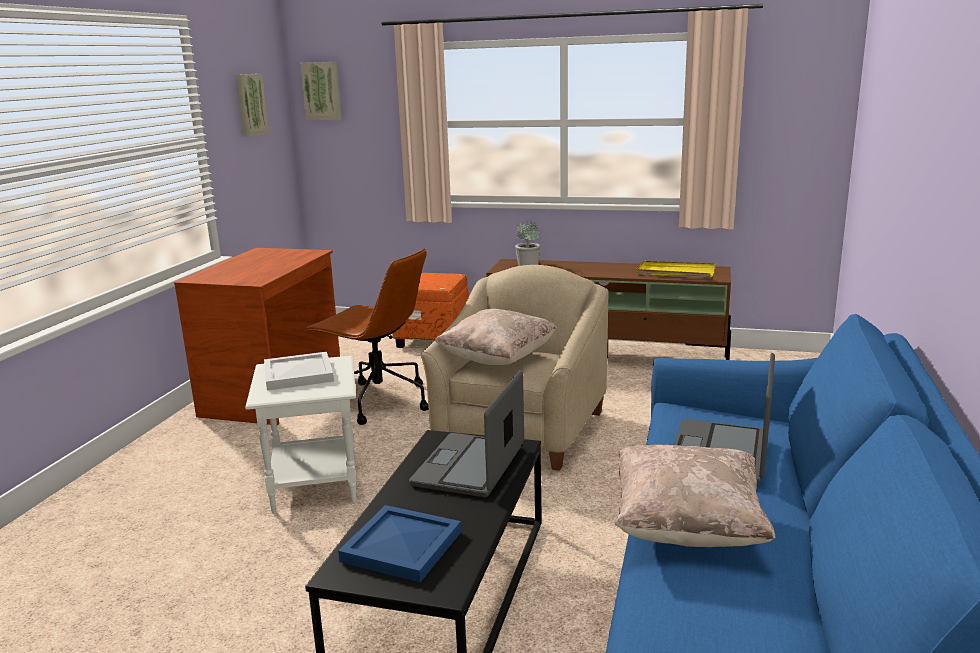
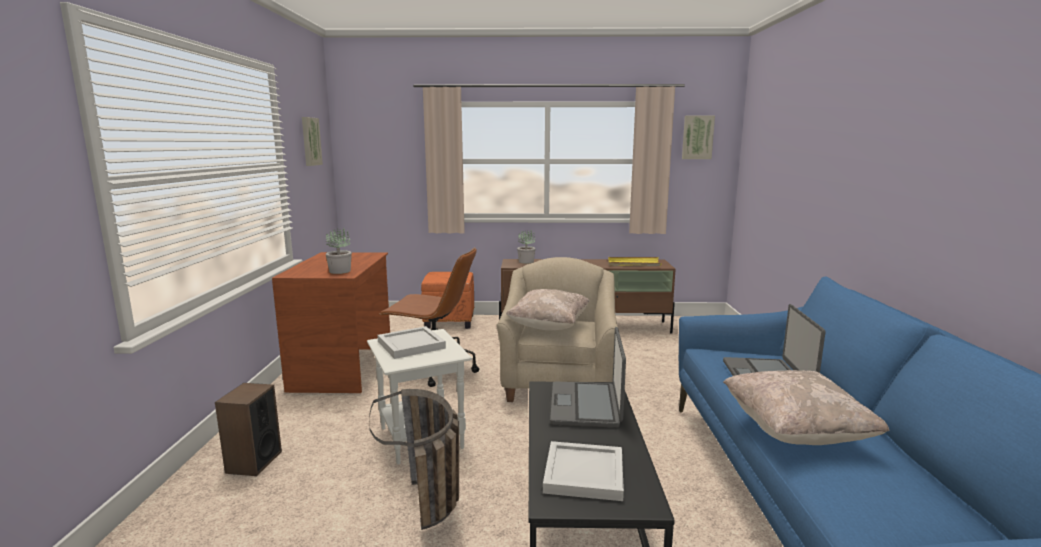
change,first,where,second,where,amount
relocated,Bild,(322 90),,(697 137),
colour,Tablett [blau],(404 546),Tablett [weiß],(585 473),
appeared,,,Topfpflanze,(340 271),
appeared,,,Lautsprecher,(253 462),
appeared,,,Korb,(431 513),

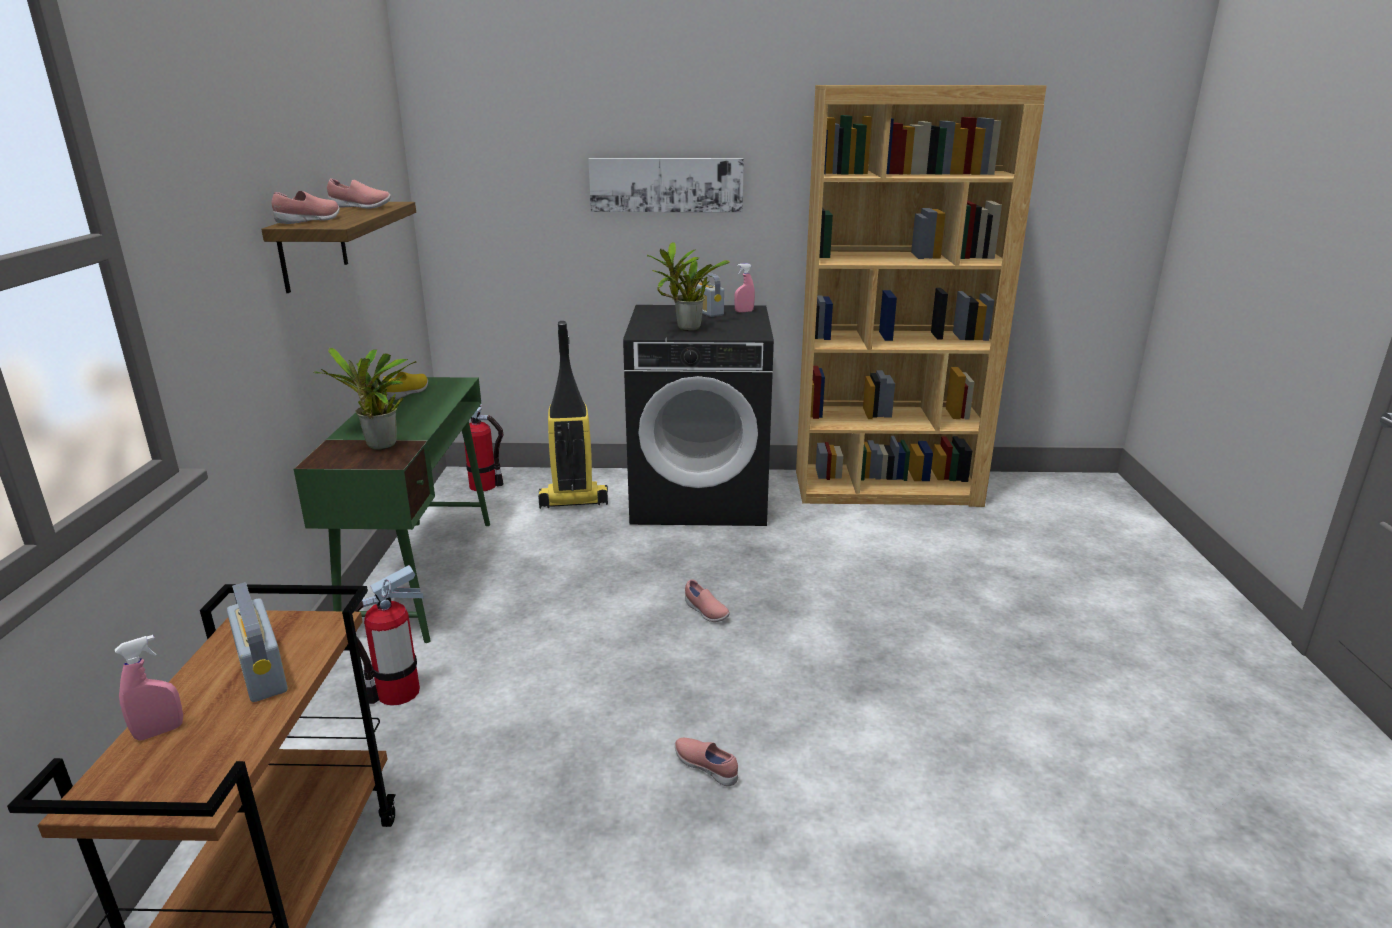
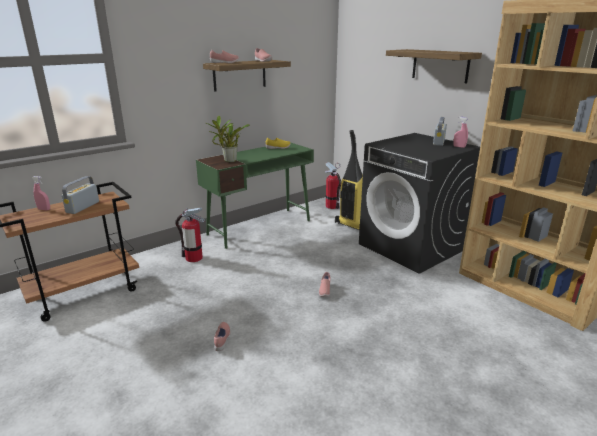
change,first,where,second,where,amount
exchanged,Bild,(666 184),Wandregal,(440 65),
missing,Topfpflanze,(686 329),,,

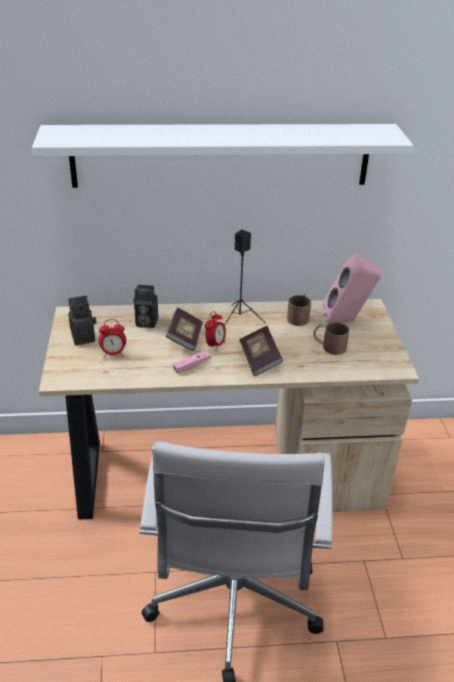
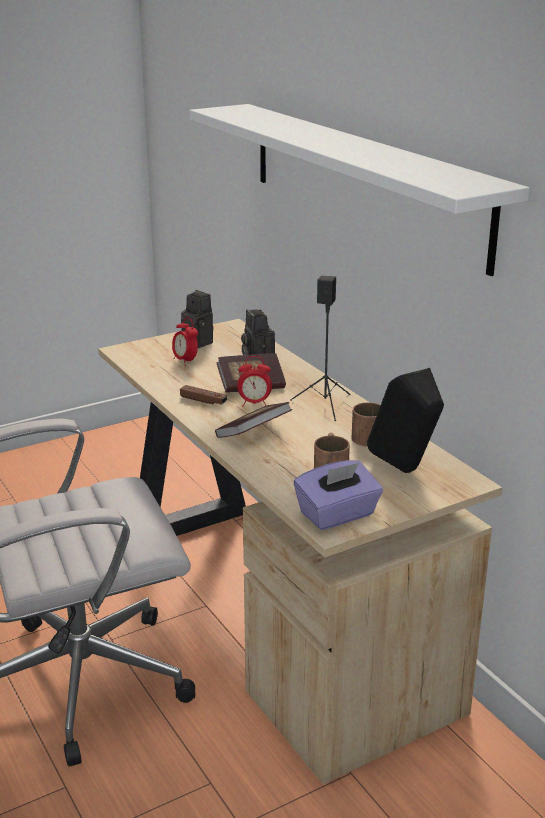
change,first,where,second,where,amount
colour,Lautsprecher [rosa],(347 321),Lautsprecher [schwarz],(406 471),
colour,Gamepad [rosa],(191 365),Gamepad [braun],(203 401),
appeared,,,Taschentuchbox [lila],(337 515),

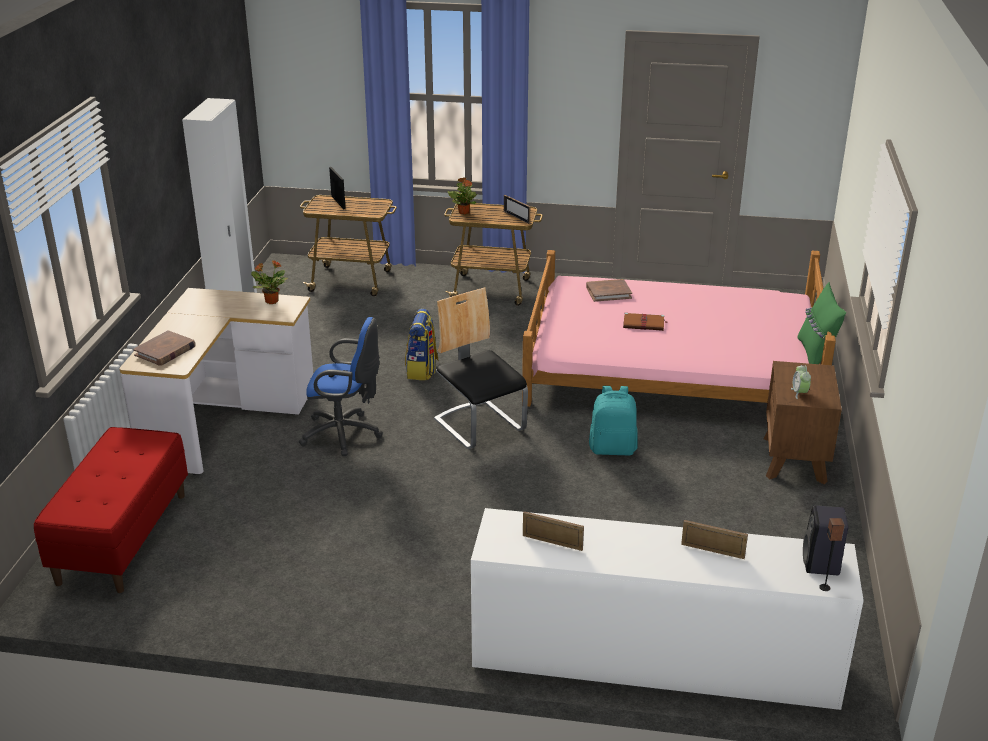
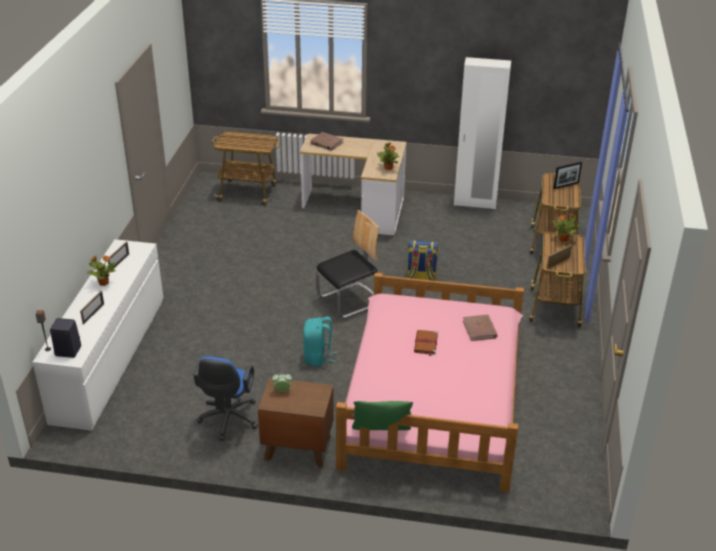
change,first,where,second,where,amount
relocated,Bürostuhl [blau],(345 434),,(228 421),
exchanged,Bank [rot],(122 537),Rollwagen,(248 193),
appeared,,,Topfpflanze,(103 283),

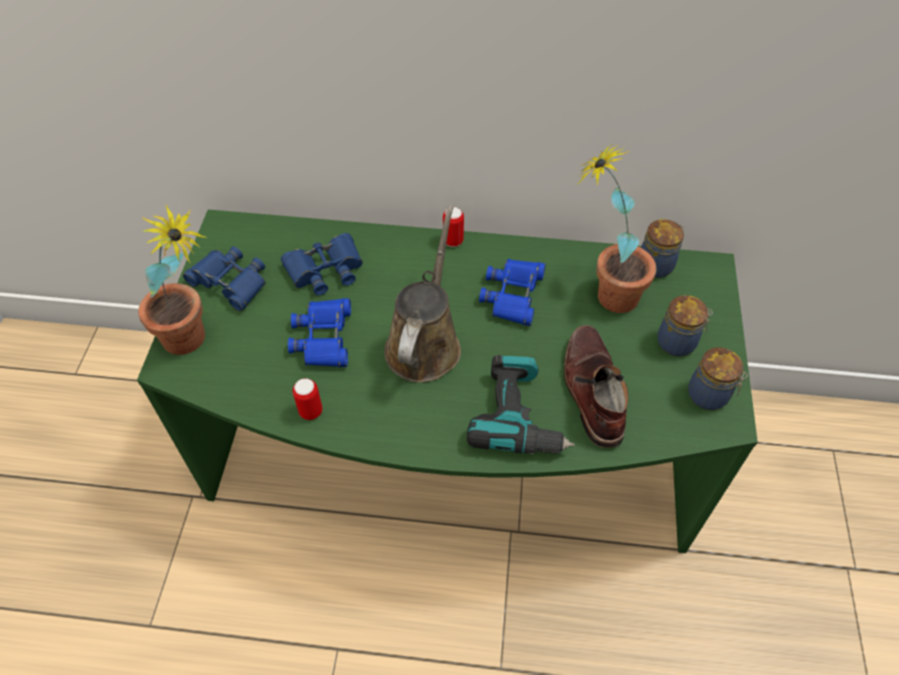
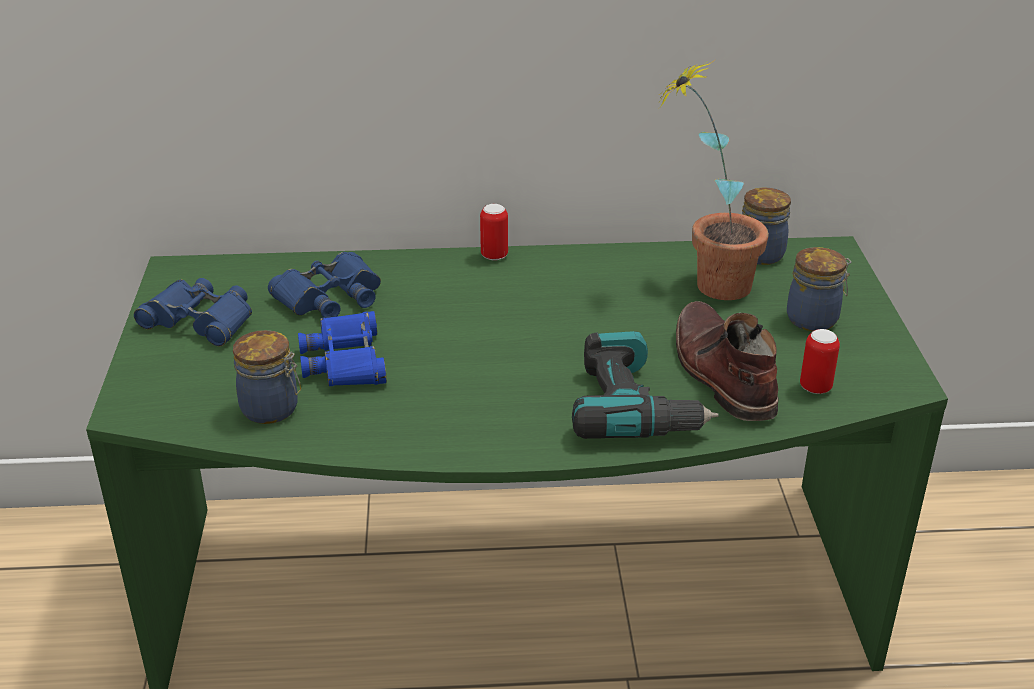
change,first,where,second,where,amount
missing,Topfpflanze,(195 342),,,
missing,Gießkanne [braun],(425 343),,,
missing,Fernglas [blau],(513 295),,,
relocated,Vorratsglas,(709 396),,(272 409),
relocated,Dose,(311 411),,(815 387),

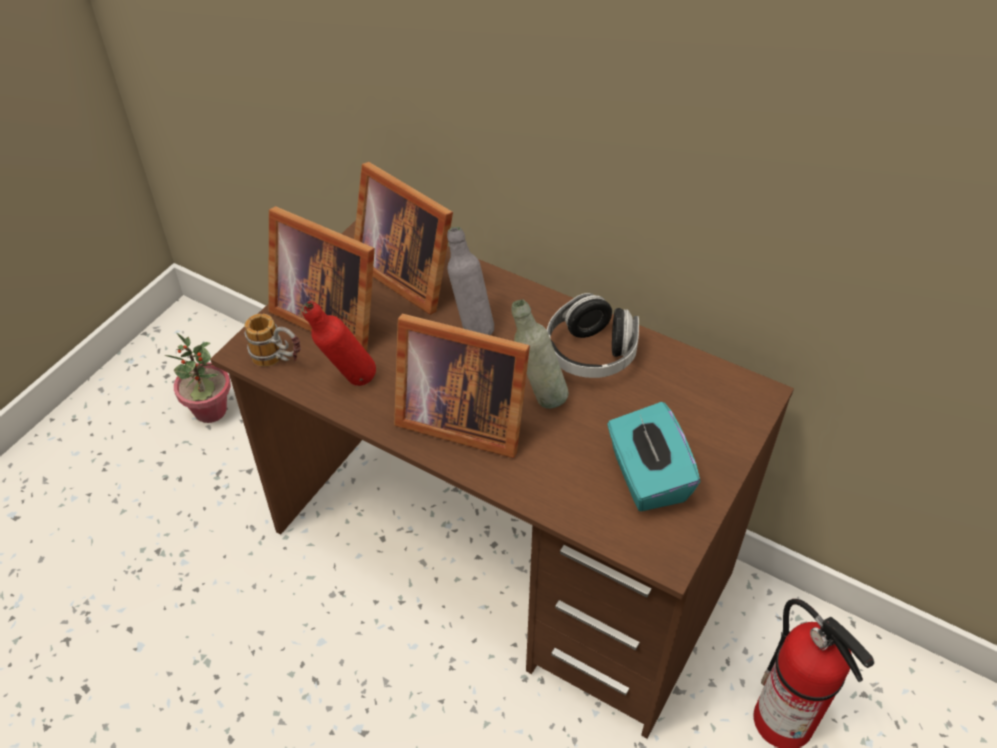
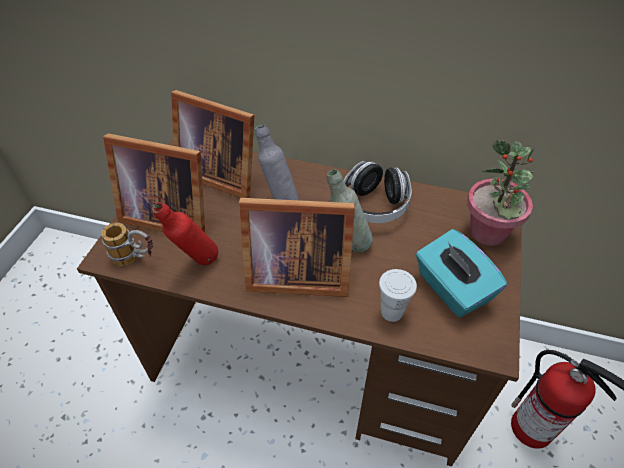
change,first,where,second,where,amount
relocated,Topfpflanze,(210 411),,(487 232),
appeared,,,Tasse [weiß],(391 312),

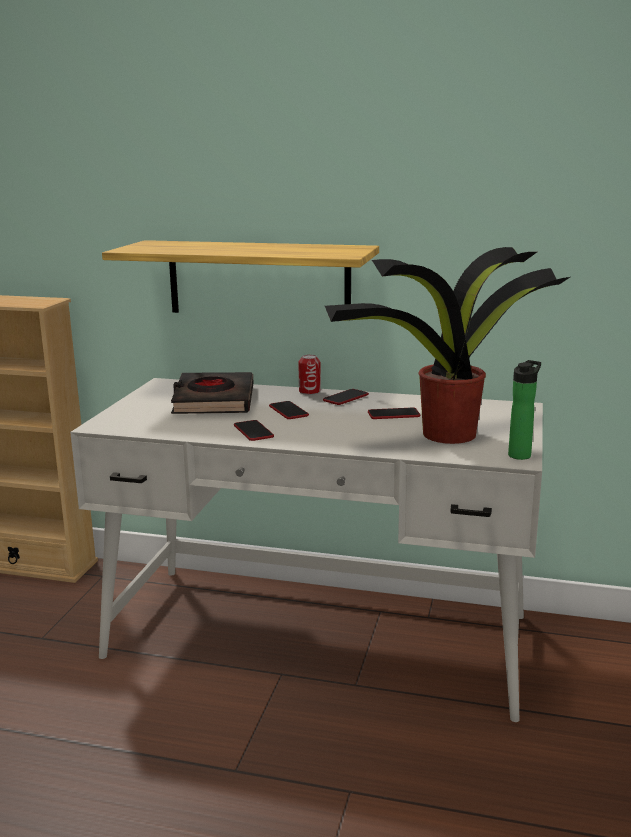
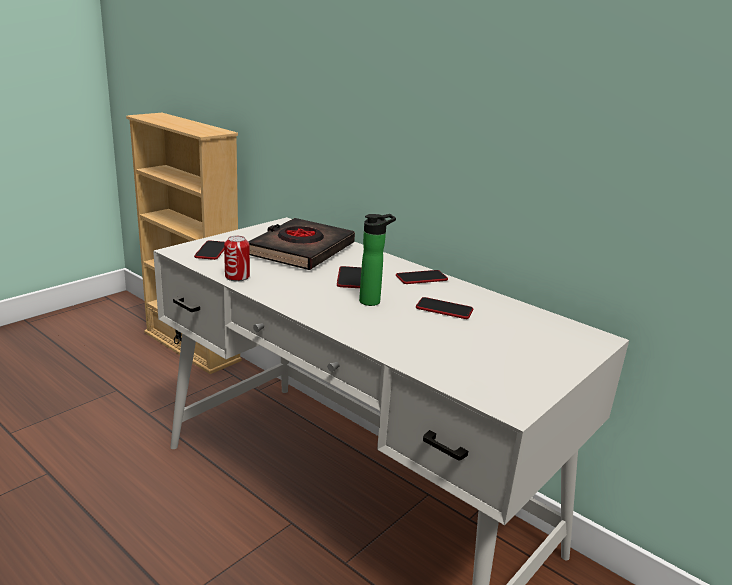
change,first,where,second,where,amount
missing,Wandregal,(258 279),,,
missing,Topfpflanze,(446 434),,,
relocated,Dose,(309 392),,(237 277),
relocated,Flasche,(521 454),,(372 301),
relocated,Handy,(253 431),,(211 251),

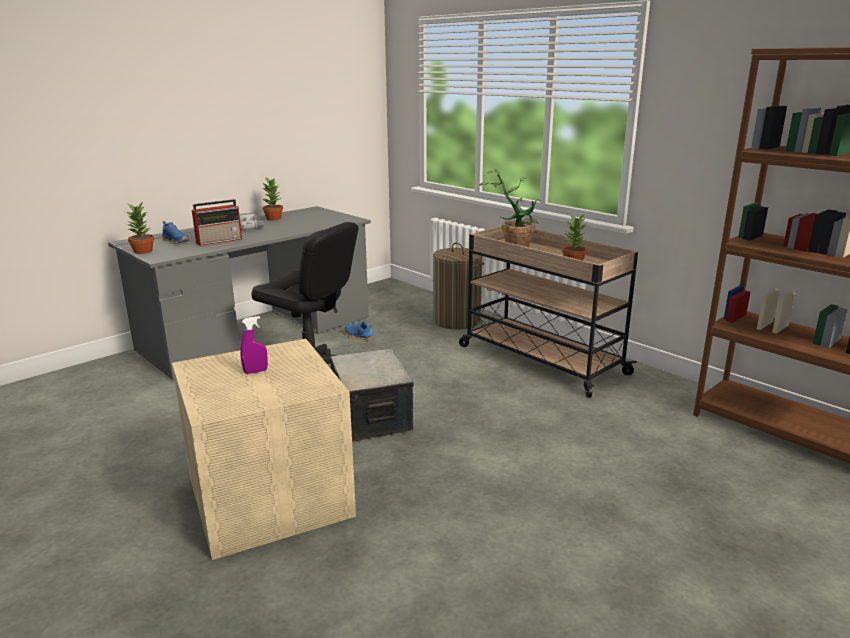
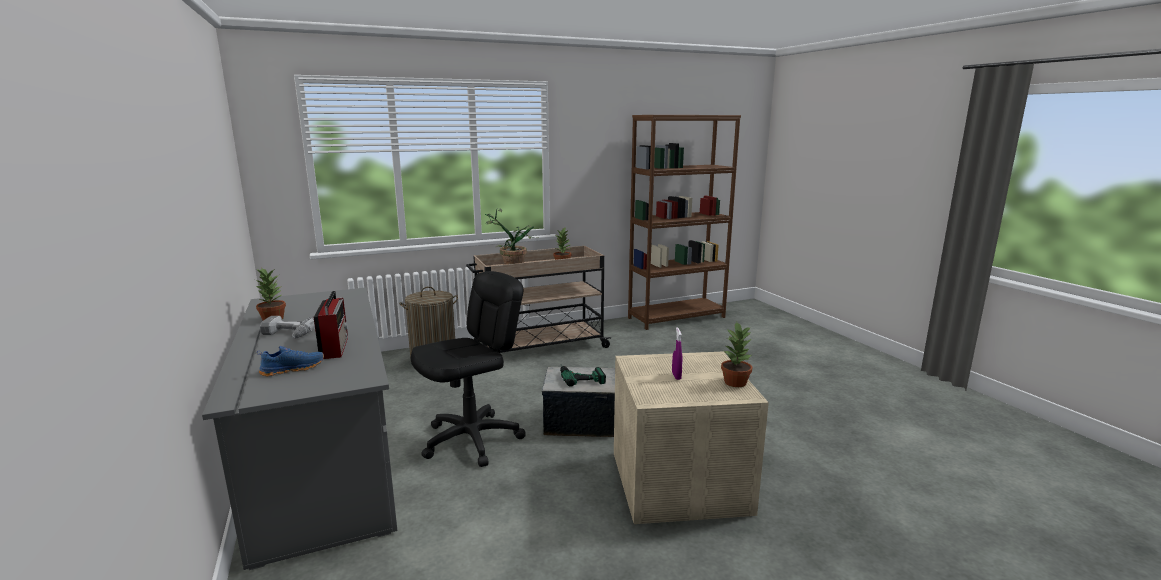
change,first,where,second,where,amount
relocated,Topfpflanze,(143 251),,(735 382),
missing,Schuh [blau],(358 336),,,
appeared,,,Bohrmaschine,(580 376),

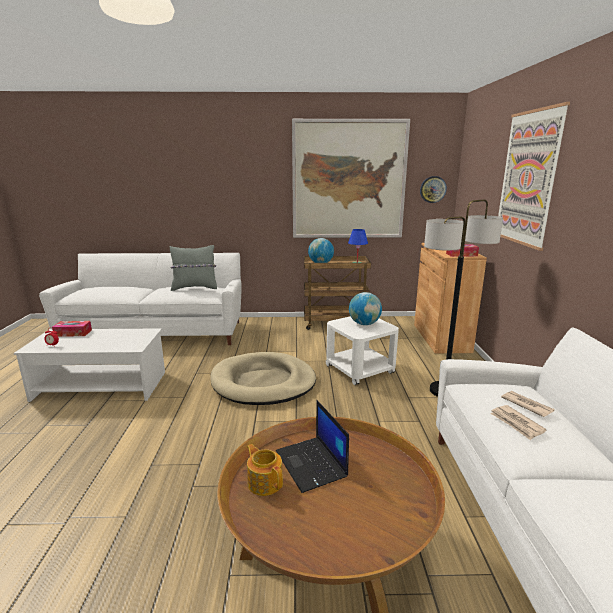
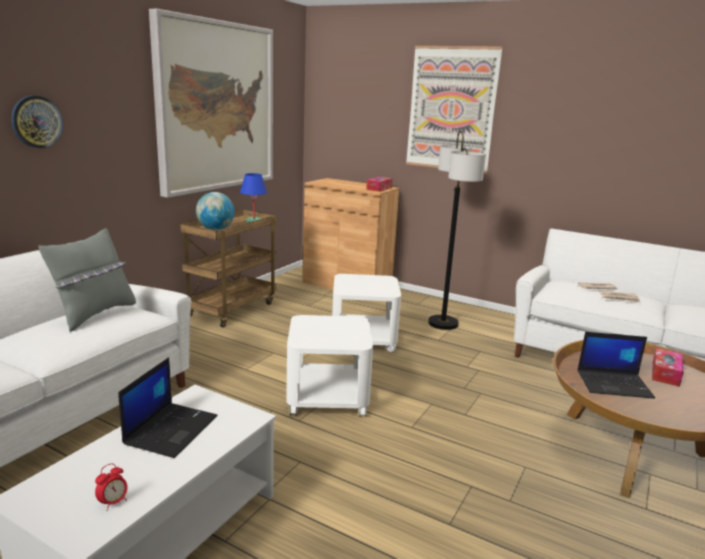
change,first,where,second,where,amount
relocated,Wanduhr,(433 189),,(36 122),
missing,Globus,(364 324),,,
relocated,Taschentuchbox,(73 333),,(665 373),
exchanged,Hundebett [beige],(263 382),Beistelltisch [weiß],(327 396),
missing,Teekanne,(265 482),,,
appeared,,,Laptop,(171 429),

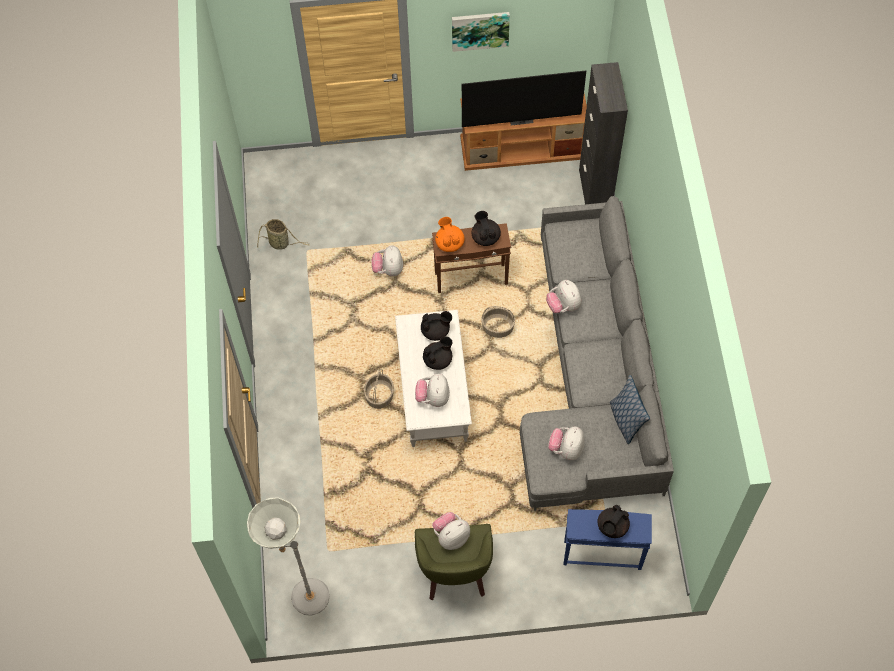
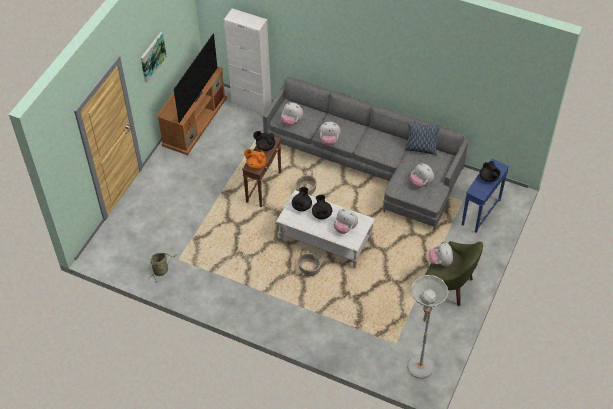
change,first,where,second,where,amount
colour,Schrank [schwarz],(595 191),Schrank [weiß],(251 104),
relocated,Plüschtier,(388 269),,(292 121),

